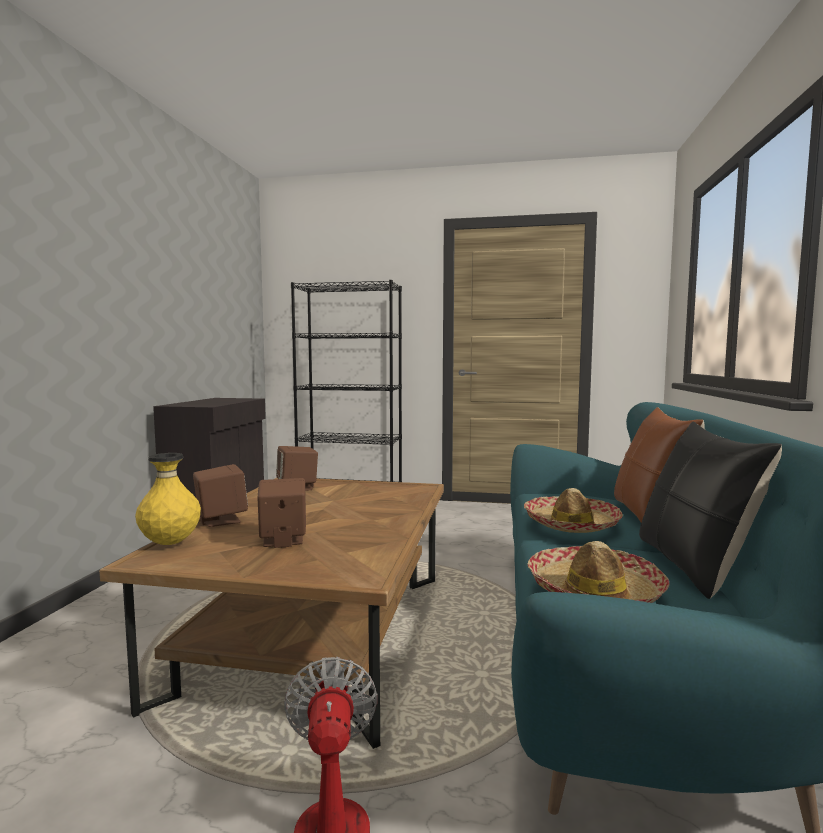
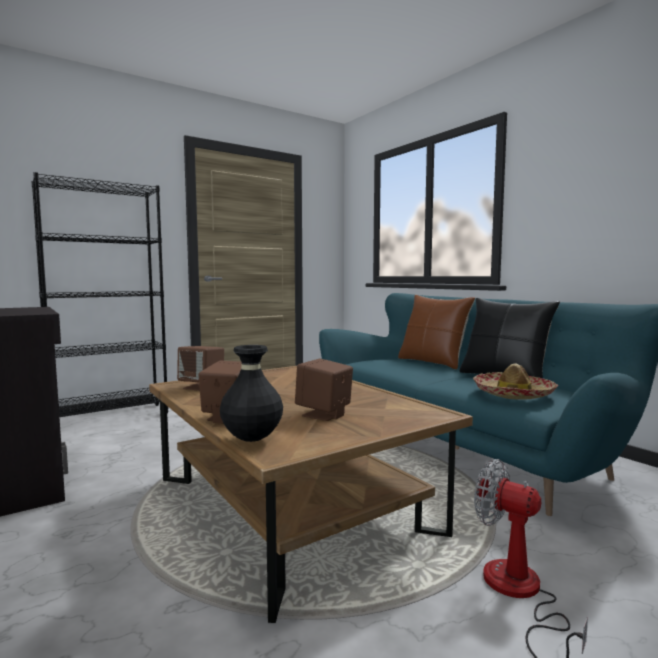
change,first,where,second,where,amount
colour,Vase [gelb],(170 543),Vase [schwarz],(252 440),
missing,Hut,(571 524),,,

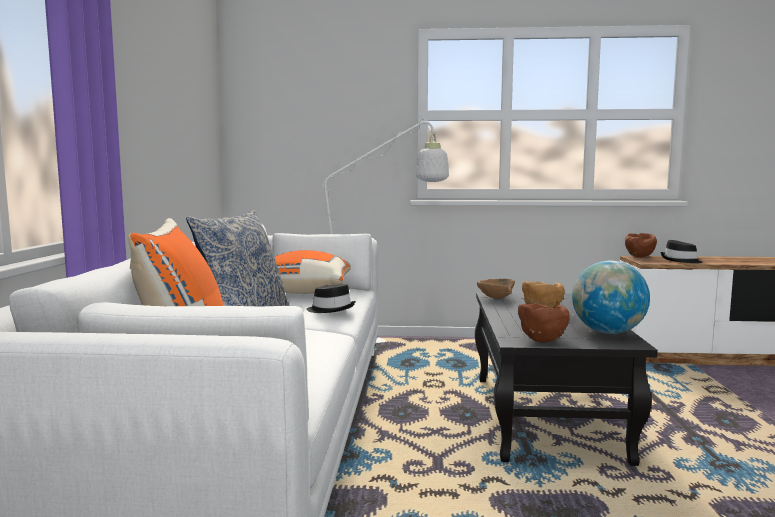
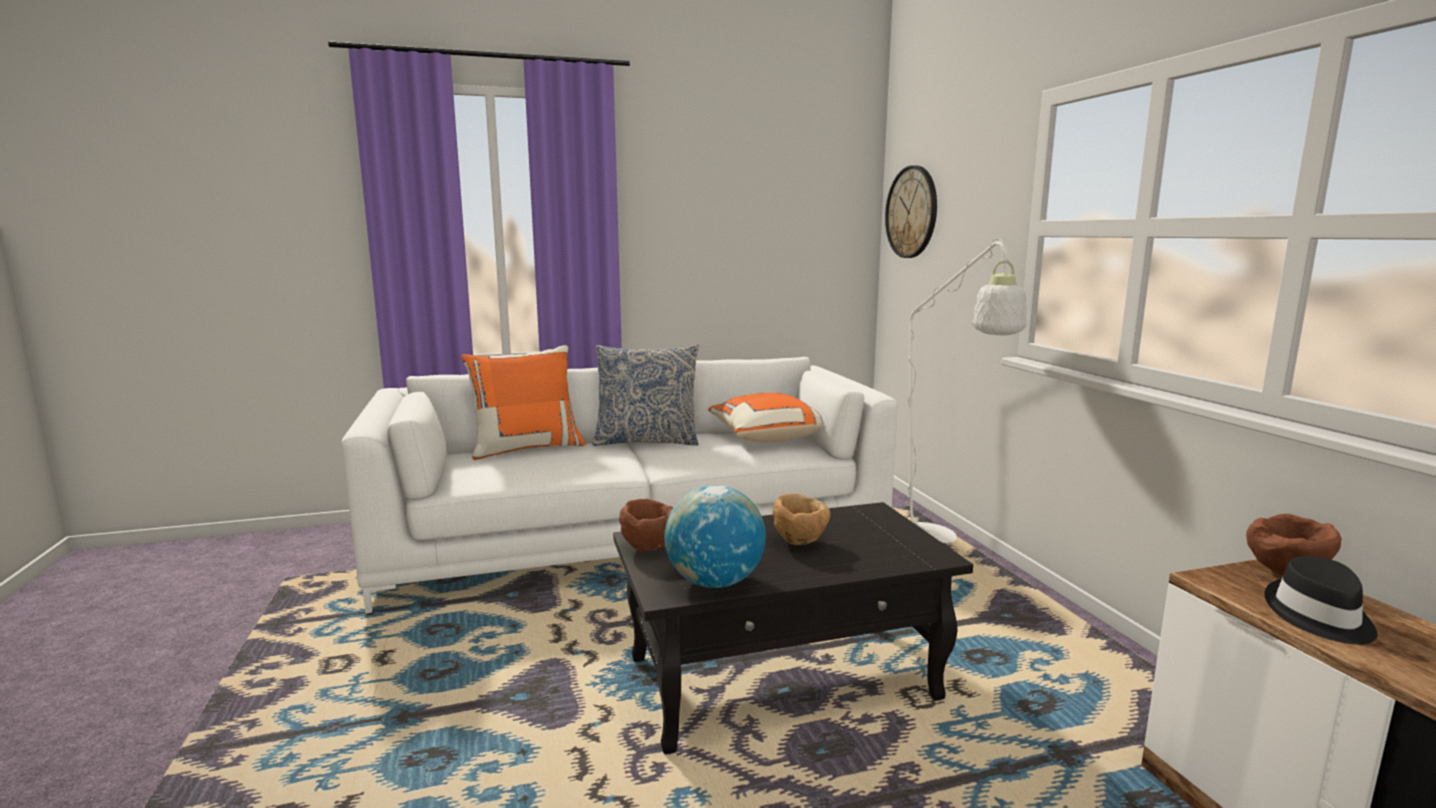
change,first,where,second,where,amount
missing,Schüssel [braun],(494 298),,,
missing,Hut [schwarz],(331 309),,,
appeared,,,Wanduhr,(911 212),

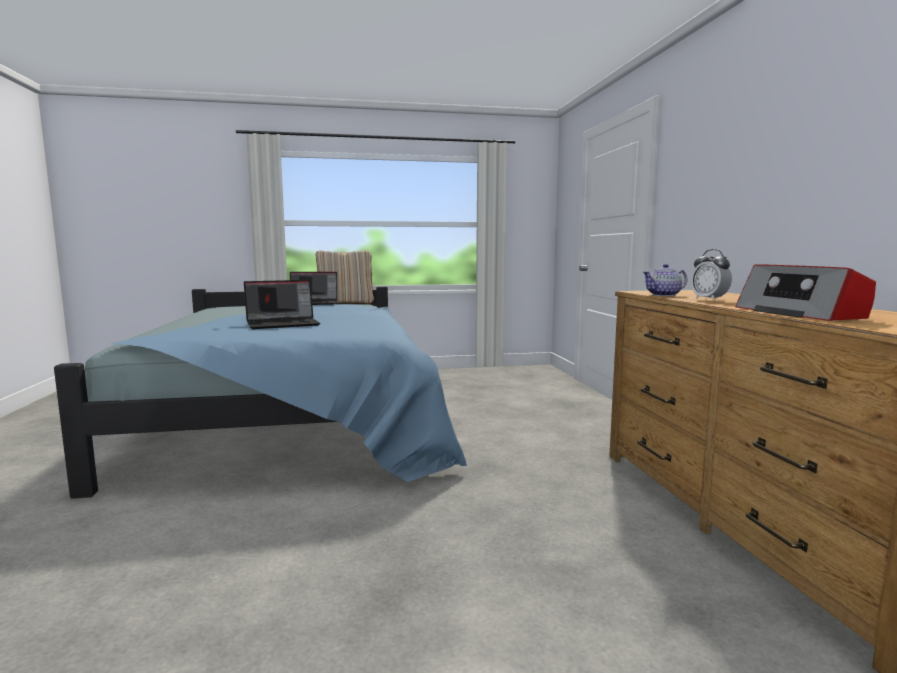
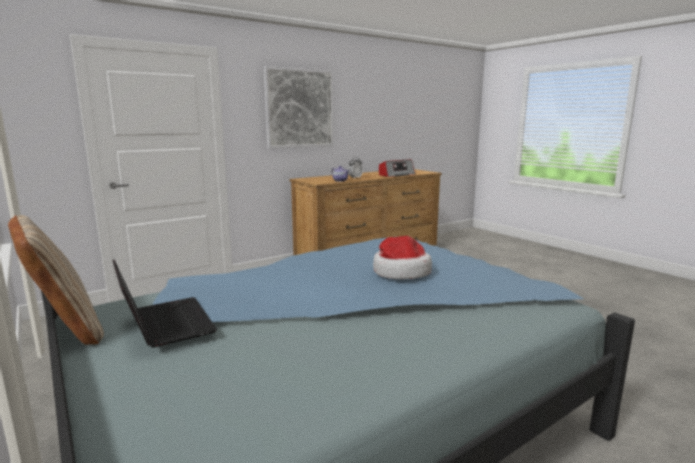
change,first,where,second,where,amount
exchanged,Laptop,(284 324),Hut,(400 272),
appeared,,,Bild,(300 108),

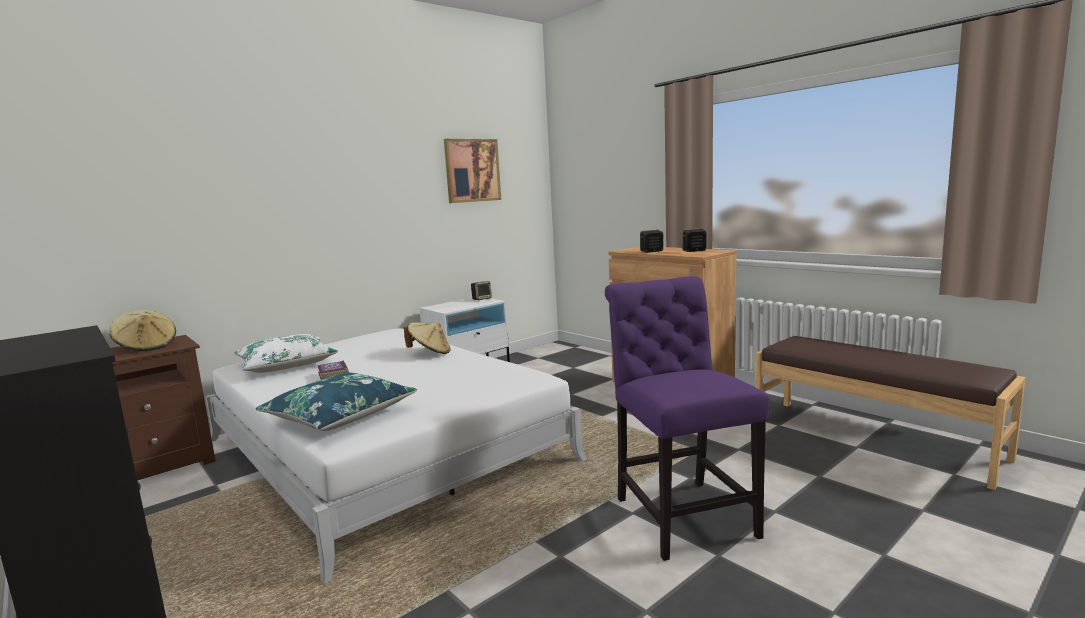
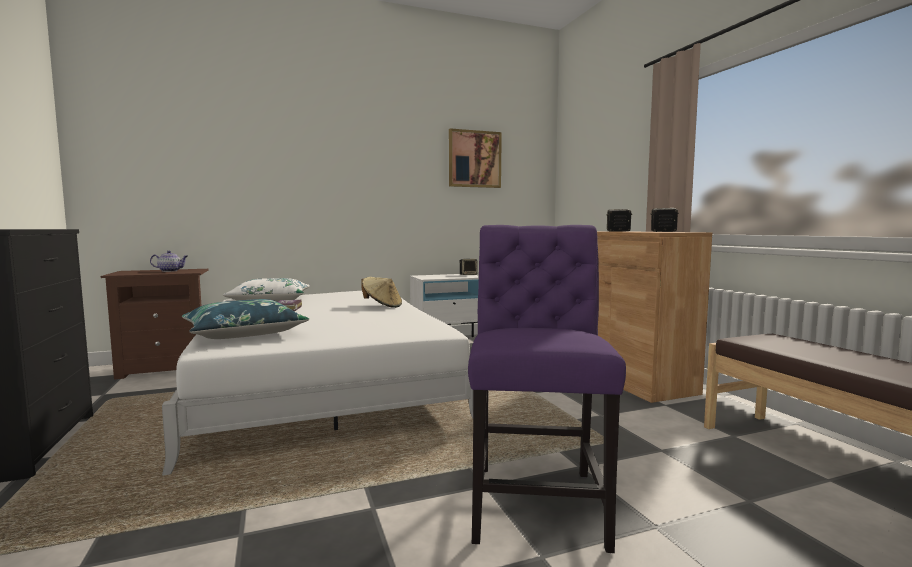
change,first,where,second,where,amount
exchanged,Hut [beige],(147 347),Teekanne,(170 271),

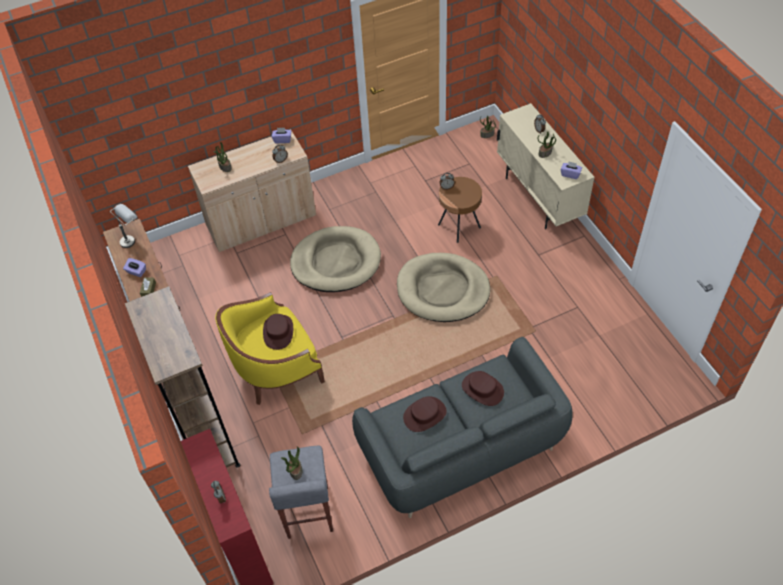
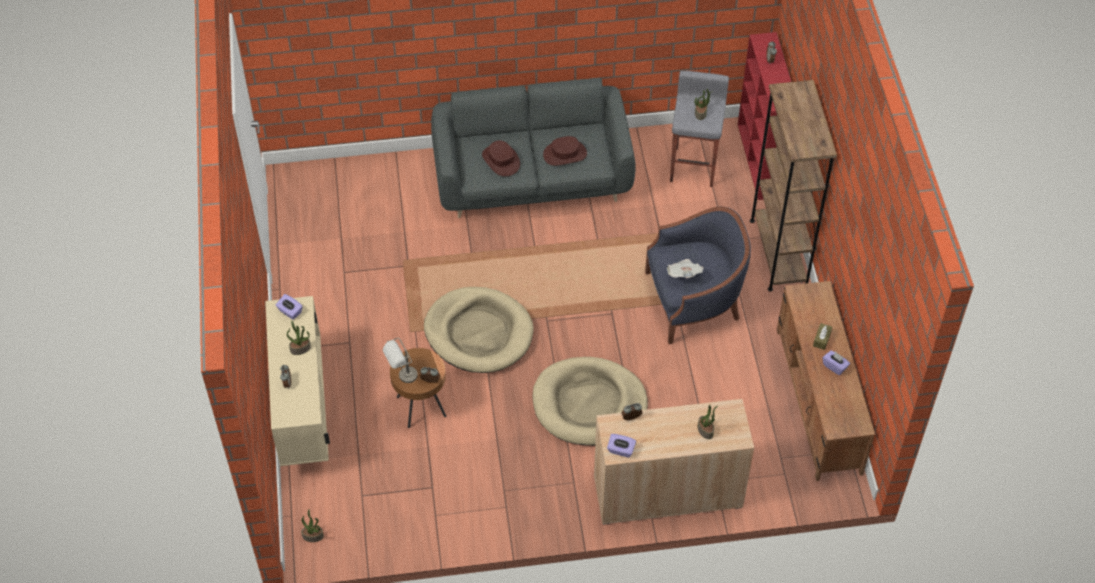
change,first,where,second,where,amount
relocated,Tischlampe [grau],(131 239),,(402 378),
colour,Sessel [gelb],(275 368),Sessel [blau],(693 301),
exchanged,Hut [braun],(278 332),Zeitung,(684 274),

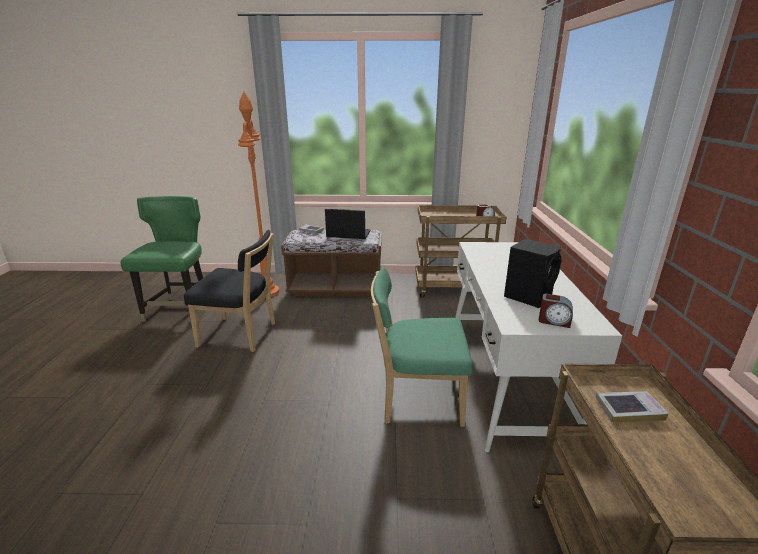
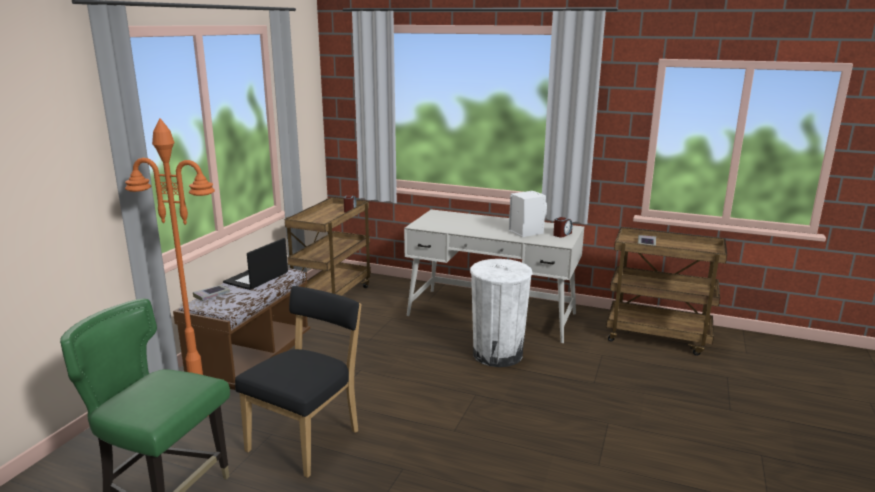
change,first,where,second,where,amount
colour,Lautsprecher [schwarz],(529 296),Lautsprecher [weiß],(525 232),
exchanged,Stuhl [grün],(417 400),Mülleimer [weiß],(497 354),

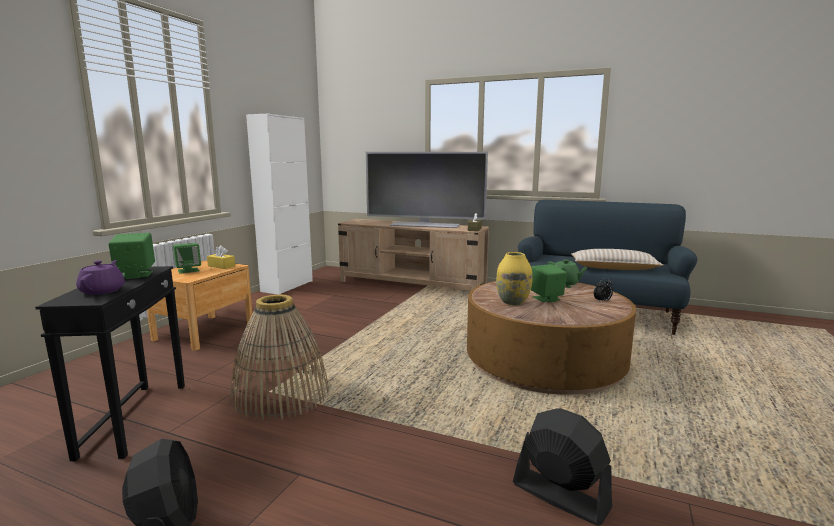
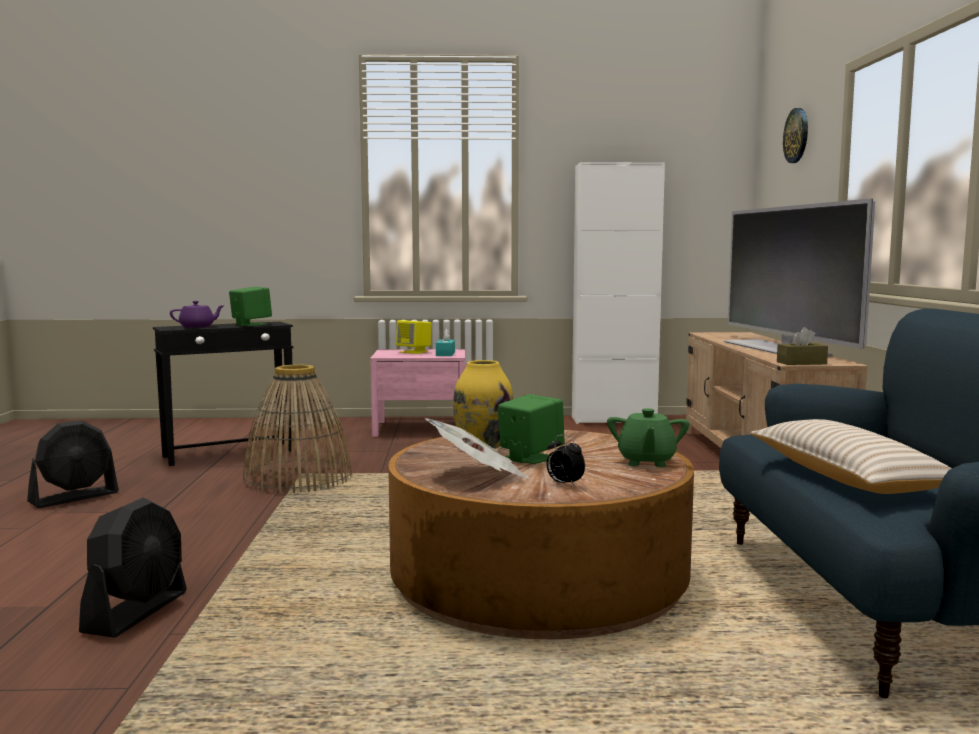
change,first,where,second,where,amount
colour,Lautsprecher [grün],(188 270),Lautsprecher [gelb],(414 352),
colour,Taschentuchbox [gelb],(221 266),Taschentuchbox [türkis],(445 354),
colour,Nachttisch [braun],(204 332),Nachttisch [rosa],(420 428),
appeared,,,Wanduhr,(797 135),
appeared,,,Zeitung,(478 476),

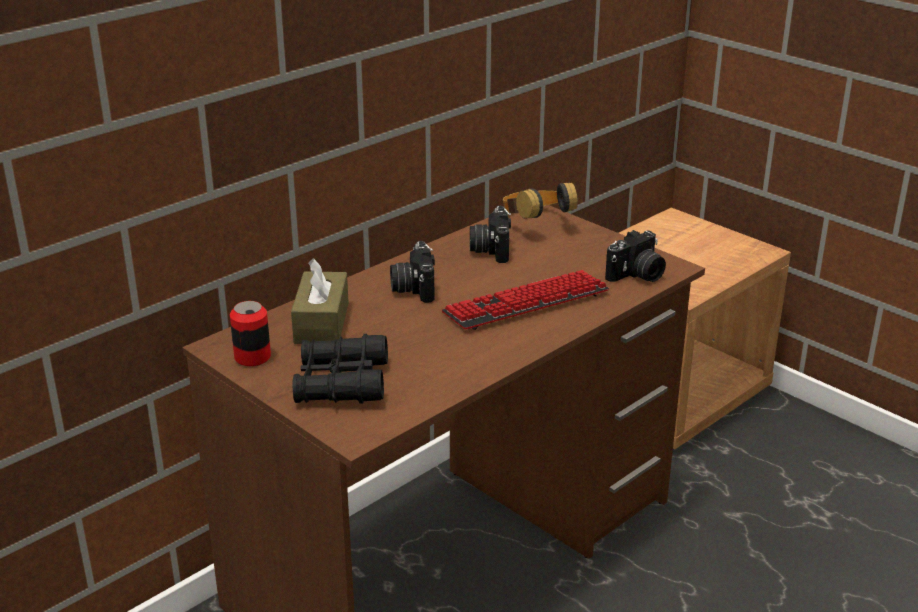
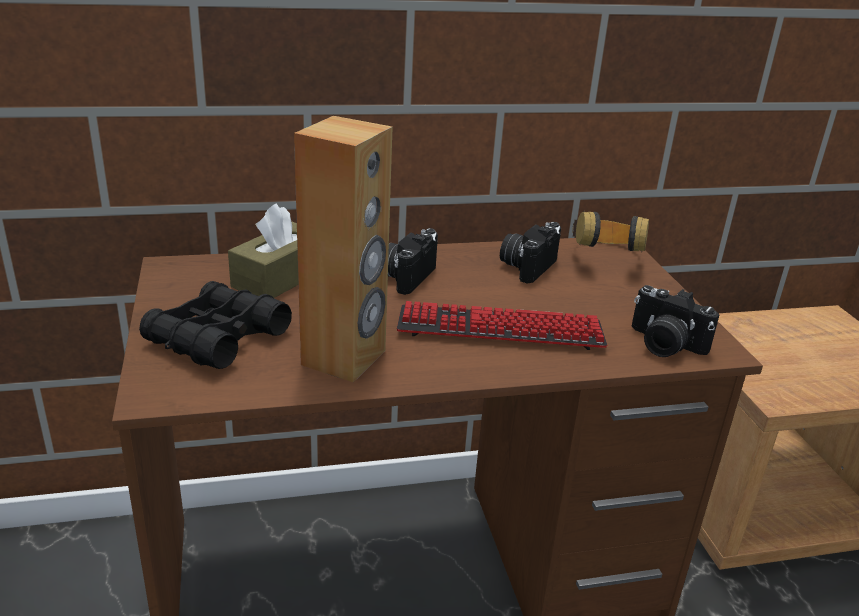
change,first,where,second,where,amount
spun,Kamera,(637 275),,(663 344),45 degrees clockwise
missing,Dose,(252 357),,,
appeared,,,Lautsprecher [braun],(345 358),

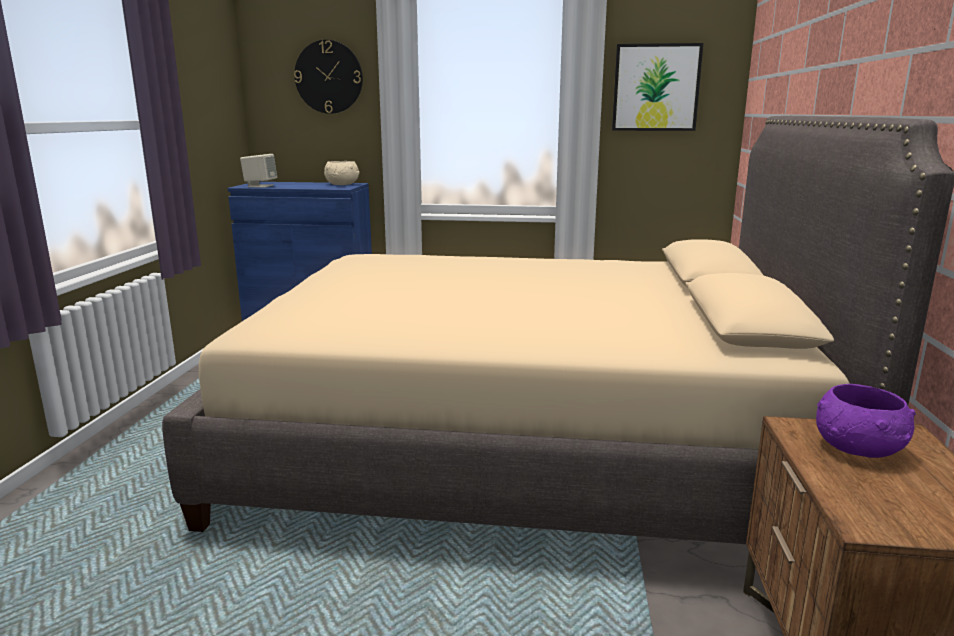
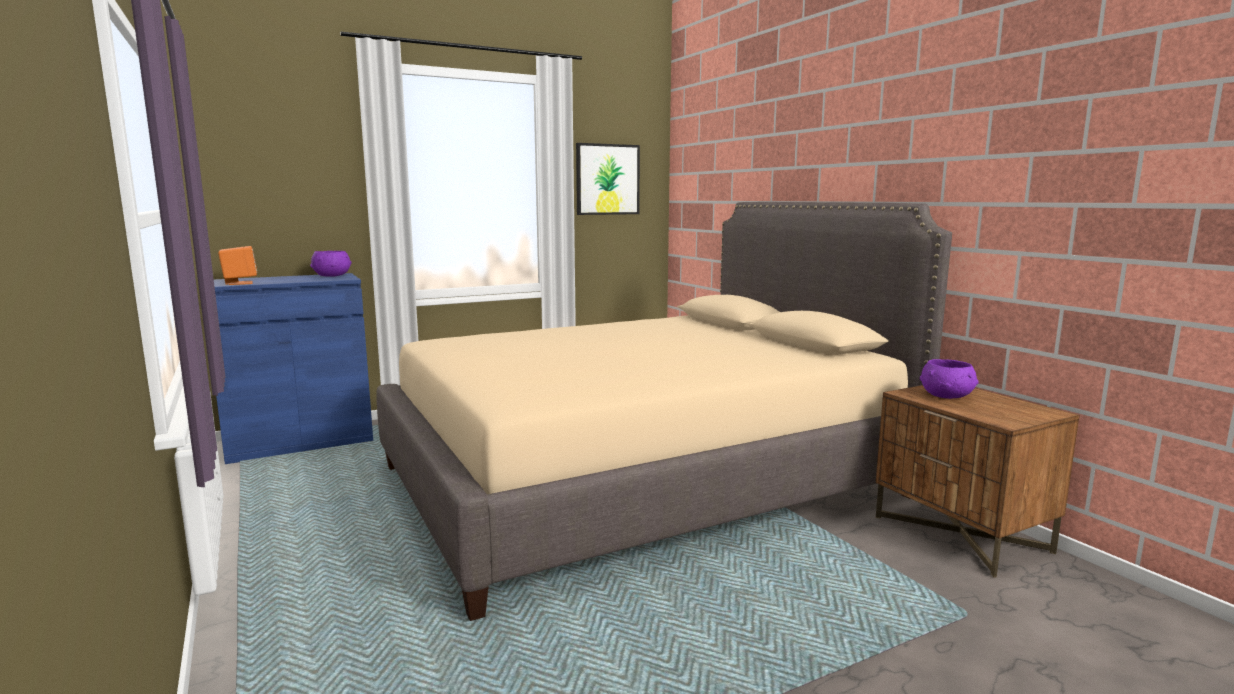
change,first,where,second,where,amount
missing,Wanduhr,(329 77),,,
colour,Lautsprecher [beige],(260 186),Lautsprecher [orange],(240 283),
colour,Schüssel [beige],(342 184),Schüssel [lila],(332 276),

